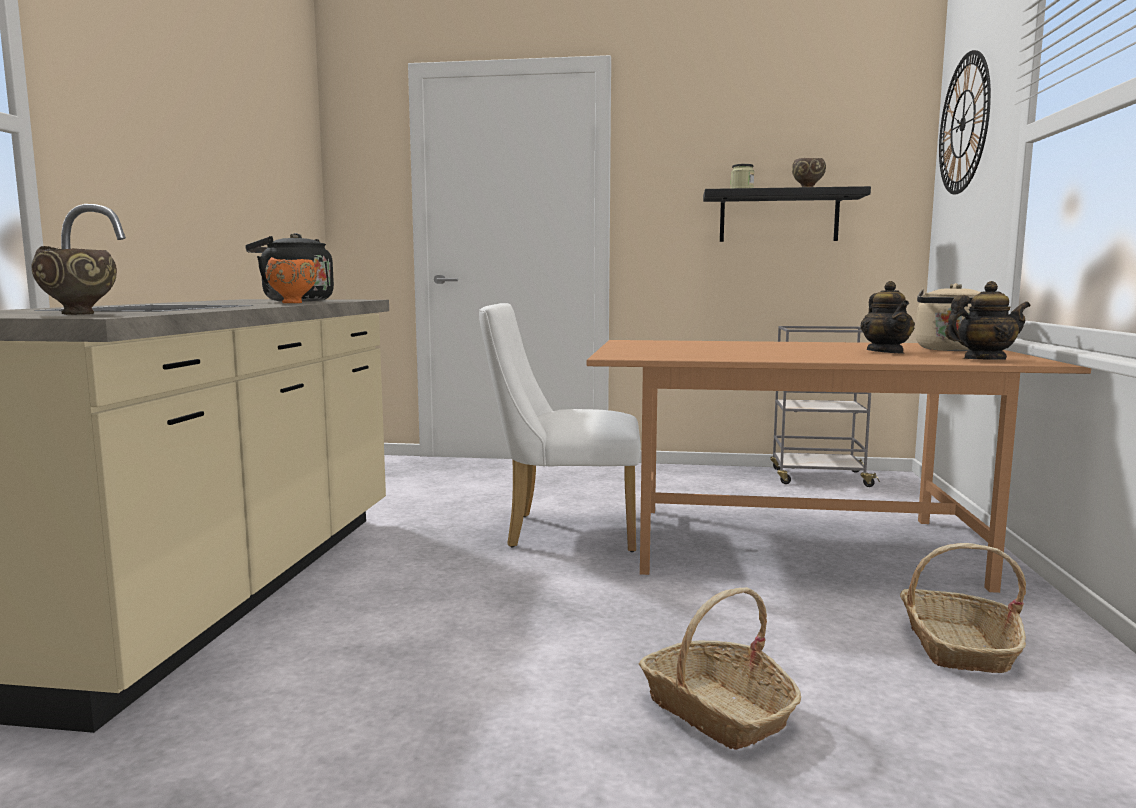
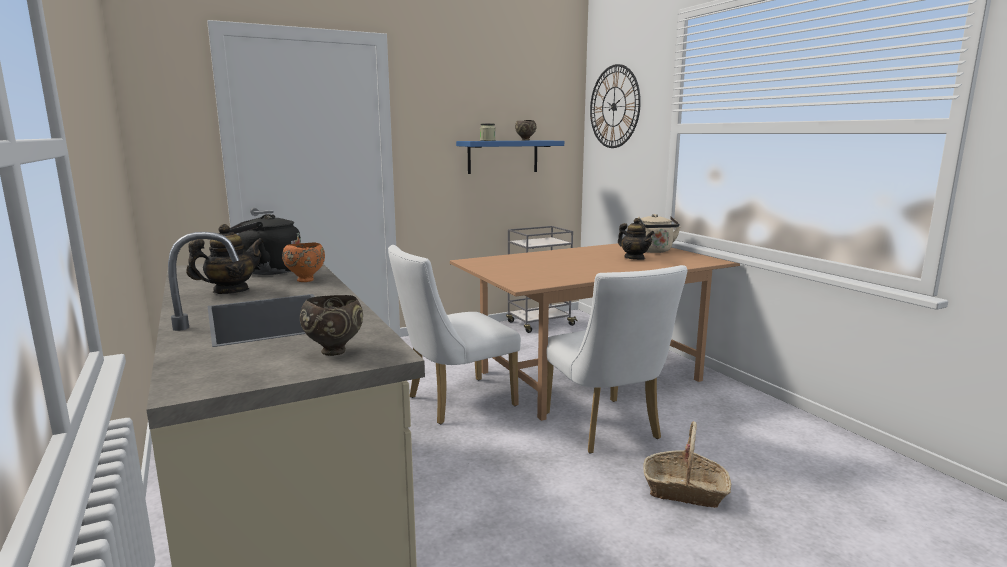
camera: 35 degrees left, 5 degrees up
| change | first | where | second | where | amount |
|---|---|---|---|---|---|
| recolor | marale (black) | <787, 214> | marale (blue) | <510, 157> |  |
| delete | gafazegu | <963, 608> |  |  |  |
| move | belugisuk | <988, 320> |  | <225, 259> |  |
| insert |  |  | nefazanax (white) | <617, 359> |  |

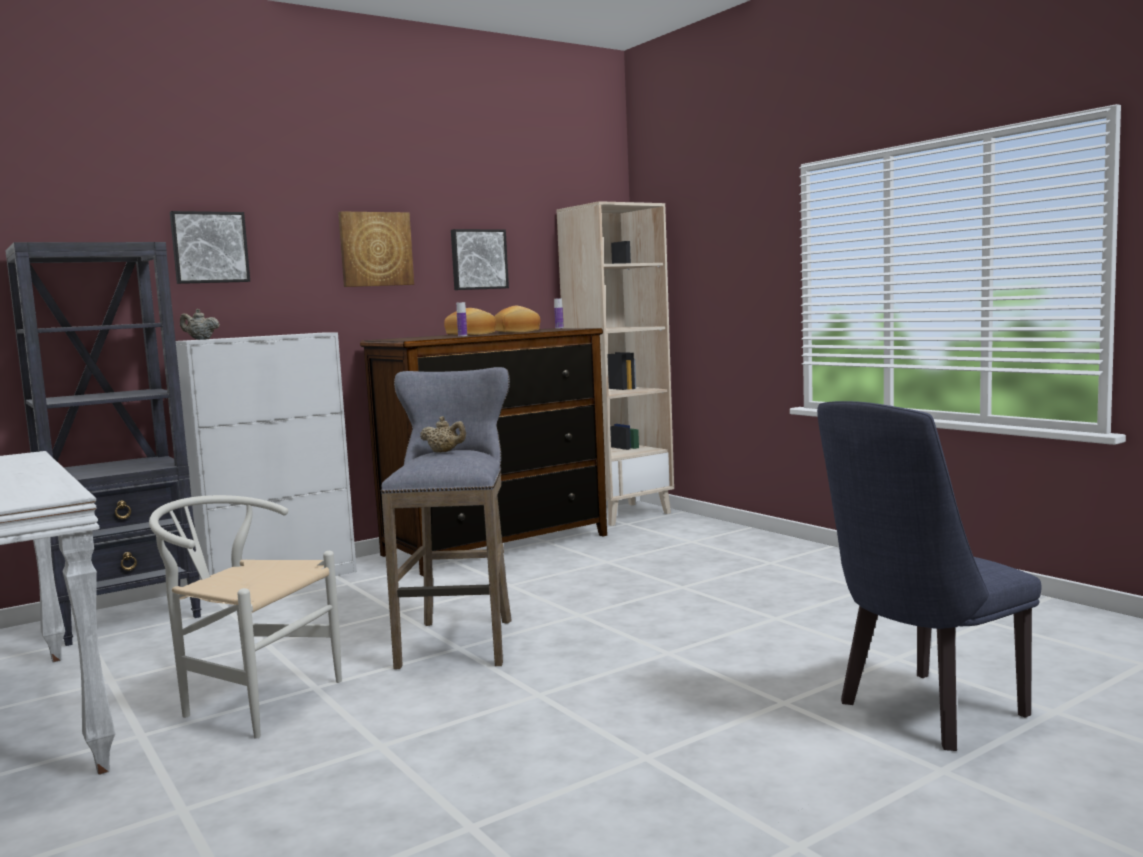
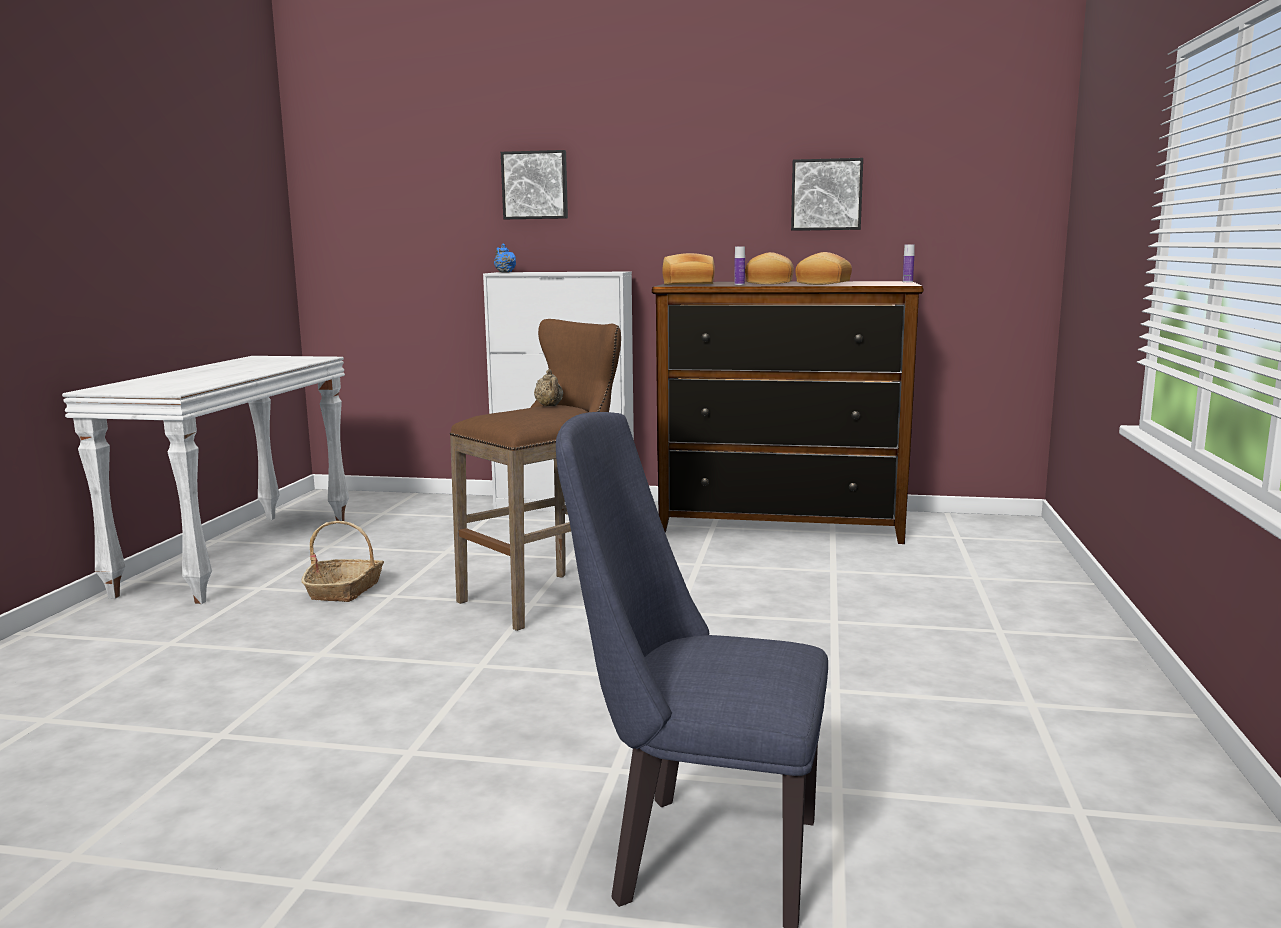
camera: 45 degrees right, 5 degrees up
| change | first | where | second | where | amount |
|---|---|---|---|---|---|
| delete | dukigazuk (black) | <103, 444> |  |  |  |
| replace | nefazanax (white) | <245, 617> | gafazegu | <342, 561> |  |
| recolor | belugisuk (beige) | <200, 324> | belugisuk (blue) | <505, 258> |  |
| delete | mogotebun | <376, 249> |  |  |  |
| recolor | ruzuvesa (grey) | <446, 518> | ruzuvesa (brown) | <535, 475> |  |
| delete | dukigazuk (beige) | <615, 363> |  |  |  |
| insert |  |  | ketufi | <688, 269> |  |

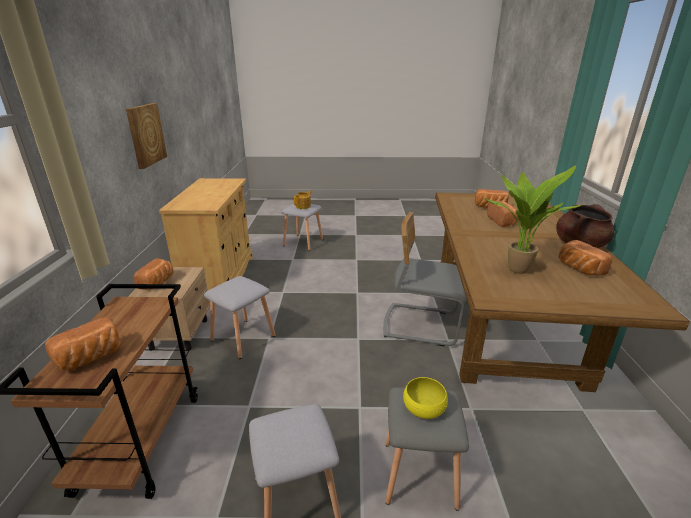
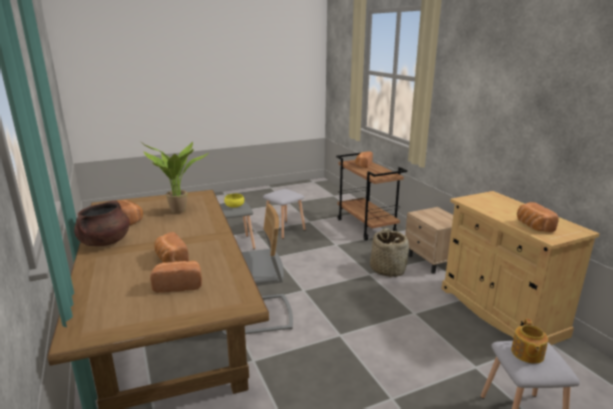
camera: 155 degrees right, 5 degrees down
| change | first | where | second | where | amount |
|---|---|---|---|---|---|
| delete | mogotebun | <146, 136> |  |  |  |
| move | ketufi | <153, 274> |  | <538, 217> |  |
| replace | ruzuvesa (grey) | <240, 317> | gafazegu | <389, 252> |  |

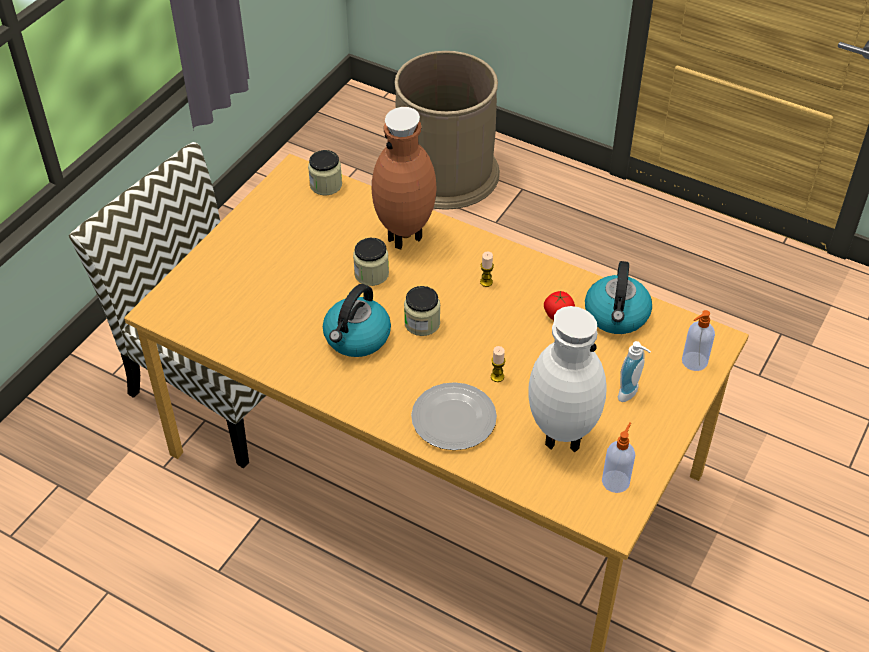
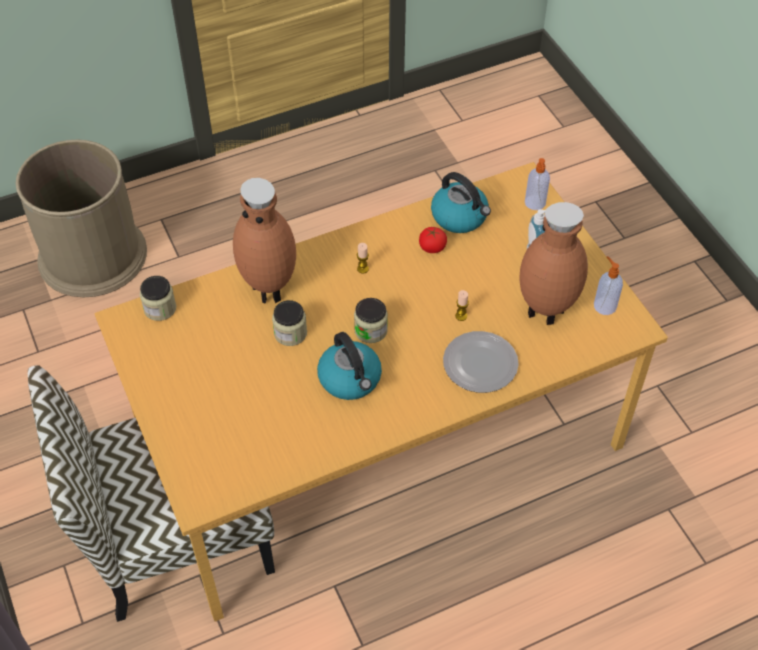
camera: 55 degrees left, 5 degrees up
| change | first | where | second | where | amount |
|---|---|---|---|---|---|
| recolor | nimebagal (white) | <567, 379> | nimebagal (brown) | <553, 263> |  |

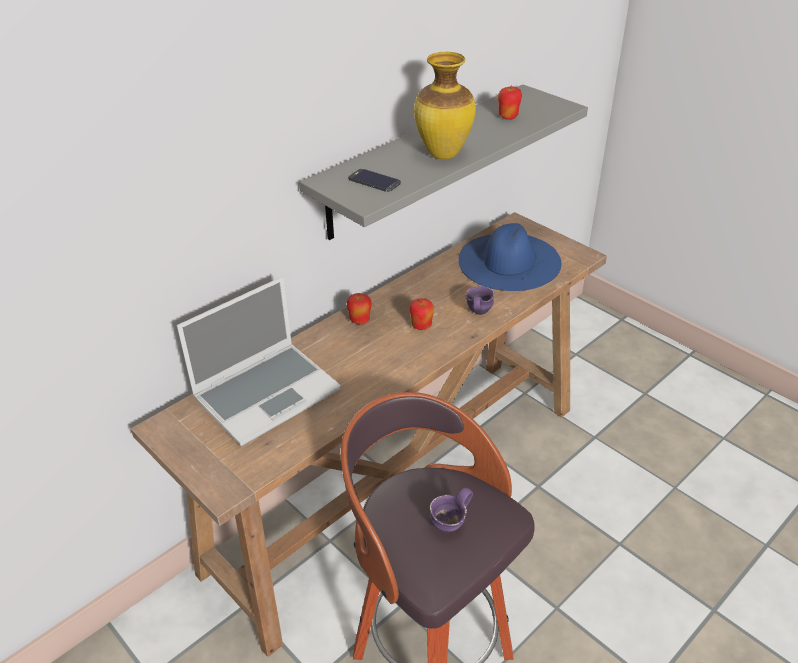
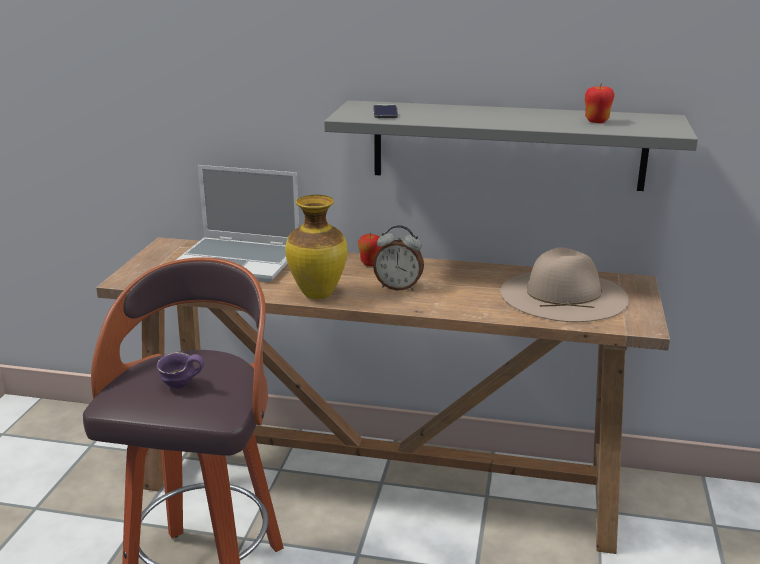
camera: 55 degrees right, 15 degrees down
| change | first | where | second | where | amount |
|---|---|---|---|---|---|
| replace | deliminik | <421, 314> | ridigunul | <398, 258> |  |
| move | nimebagal | <445, 105> |  | <316, 247> |  |
| recolor | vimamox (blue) | <510, 257> | vimamox (beige) | <564, 284> |  |
| delete | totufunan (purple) | <480, 300> |  |  |  |

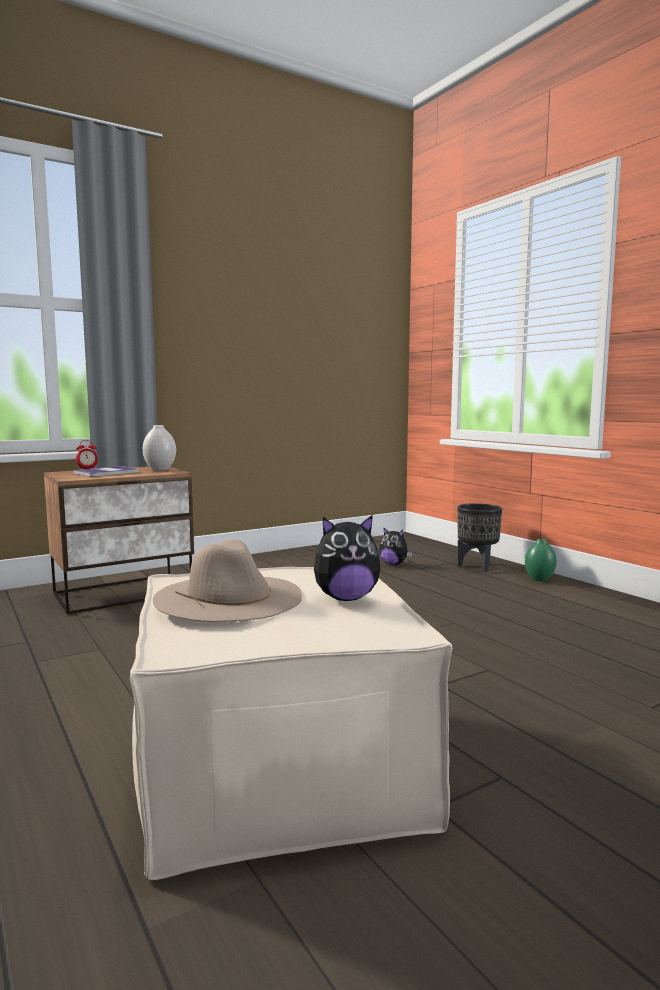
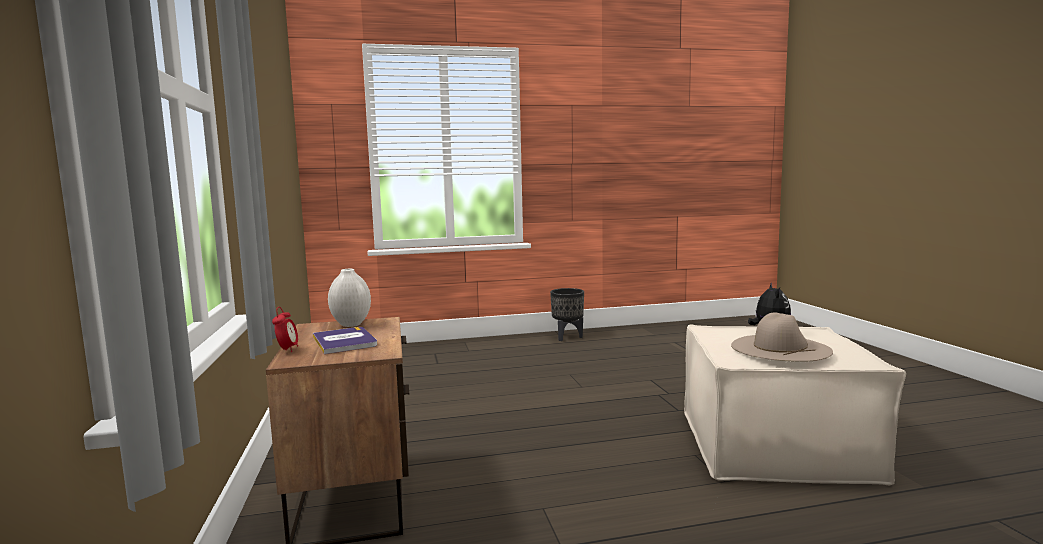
camera: 70 degrees left, 0 degrees up
| change | first | where | second | where | amount |
|---|---|---|---|---|---|
| delete | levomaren | <395, 546> |  |  |  |
| move | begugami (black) | <479, 537> |  | <567, 314> |  |
| delete | nimebagal (green) | <541, 560> |  |  |  |

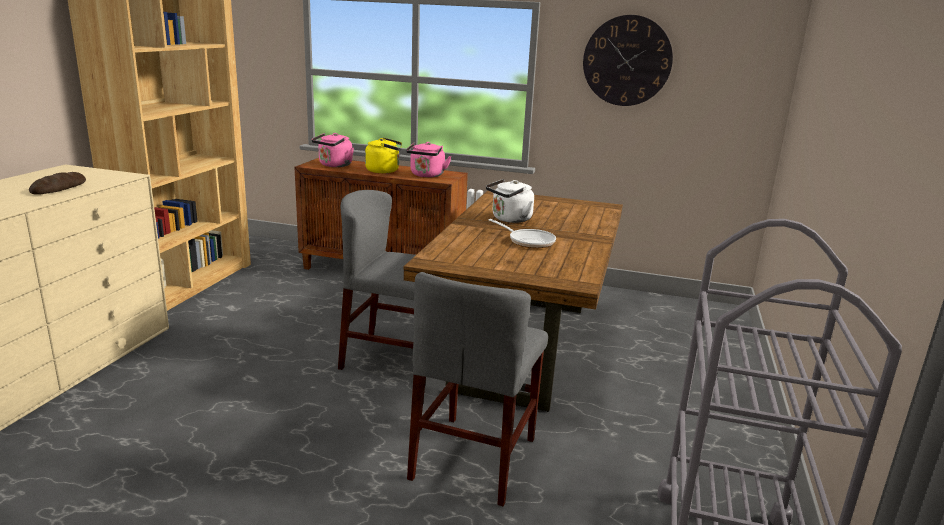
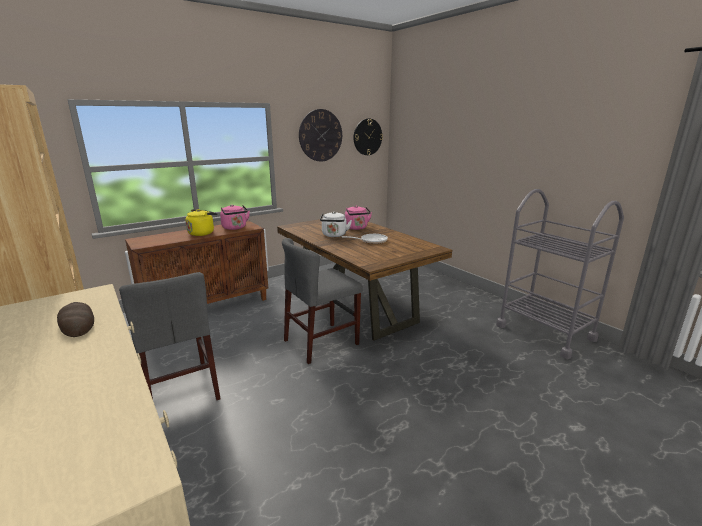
camera: 50 degrees left, 0 degrees up
| change | first | where | second | where | amount |
|---|---|---|---|---|---|
| move | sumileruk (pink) | <333, 150> |  | <358, 218> |  |
| move | nefazanax (grey) | <477, 389> |  | <170, 336> |  |
| insert |  |  | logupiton | <368, 137> |  |

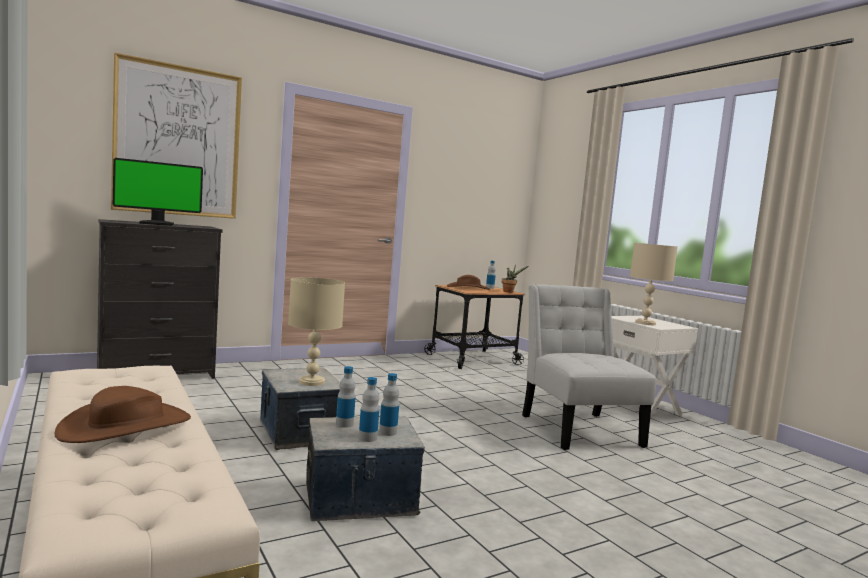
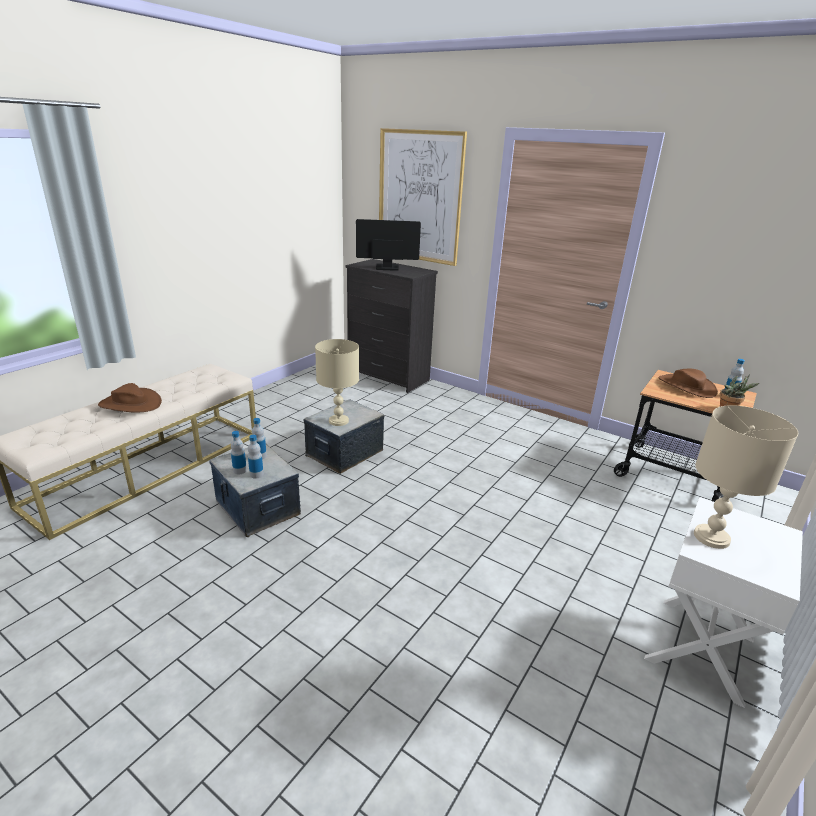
camera: 65 degrees right, 20 degrees up
| change | first | where | second | where | amount |
|---|---|---|---|---|---|
| rotate | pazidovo | <158, 192> |  | <388, 245> | 135 degrees clockwise |
| delete | nefazanax (white) | <589, 367> |  |  |  |

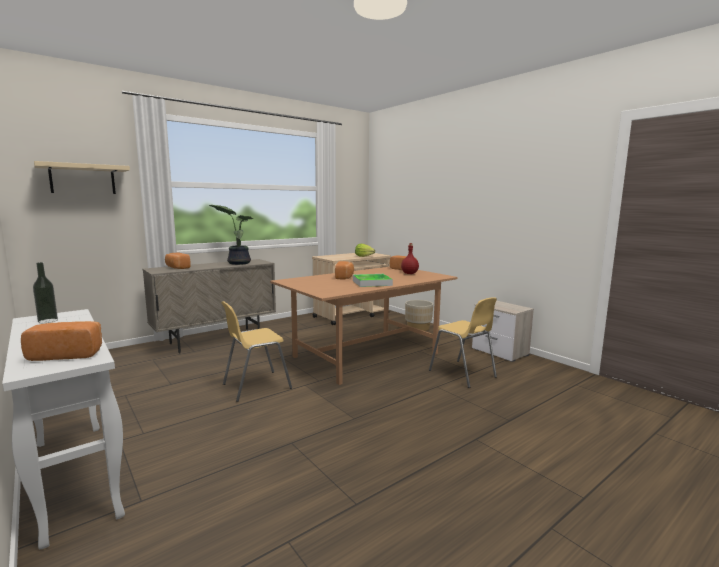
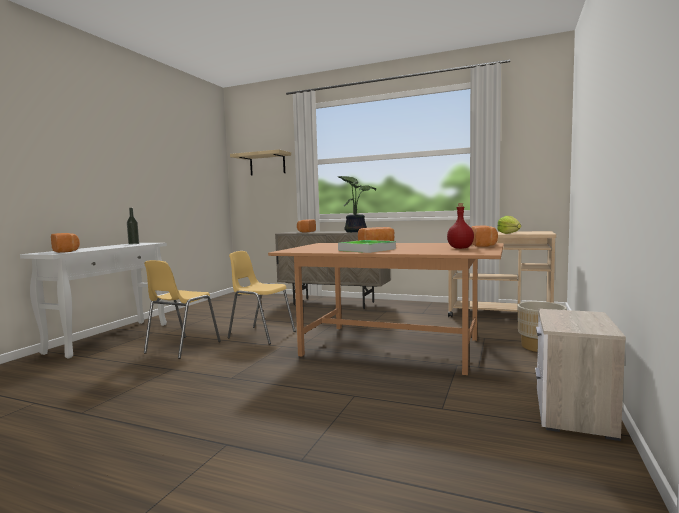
camera: 60 degrees right, 5 degrees down
| change | first | where | second | where | amount |
|---|---|---|---|---|---|
| move | nefazanax (yellow) | <463, 342> |  | <182, 309> |  |

